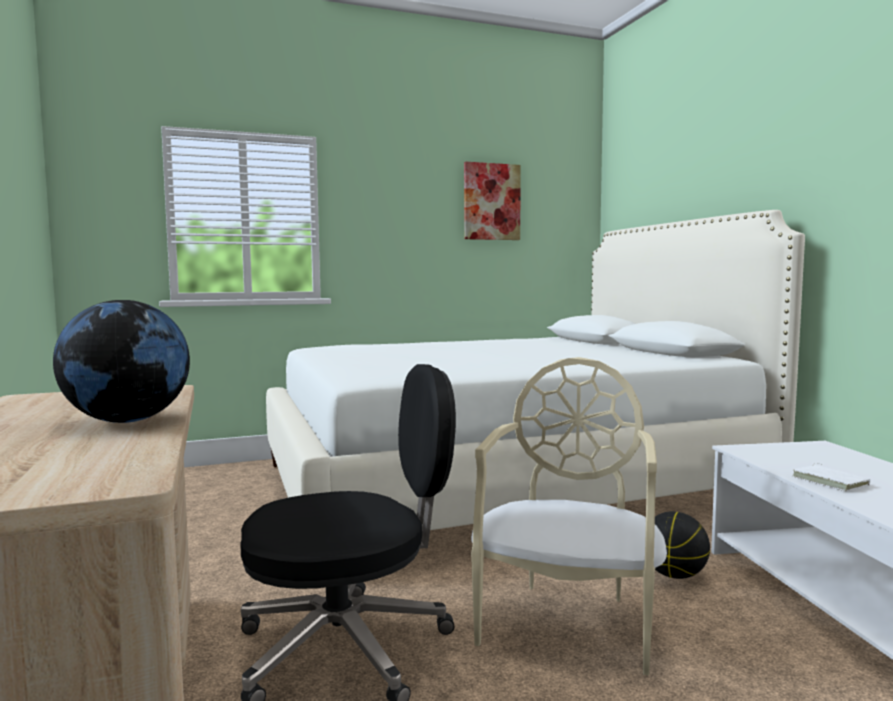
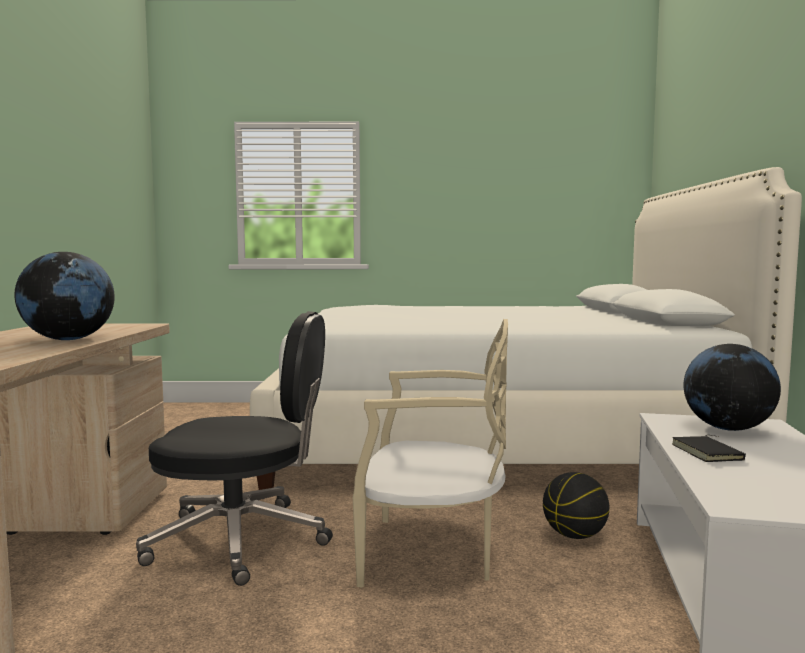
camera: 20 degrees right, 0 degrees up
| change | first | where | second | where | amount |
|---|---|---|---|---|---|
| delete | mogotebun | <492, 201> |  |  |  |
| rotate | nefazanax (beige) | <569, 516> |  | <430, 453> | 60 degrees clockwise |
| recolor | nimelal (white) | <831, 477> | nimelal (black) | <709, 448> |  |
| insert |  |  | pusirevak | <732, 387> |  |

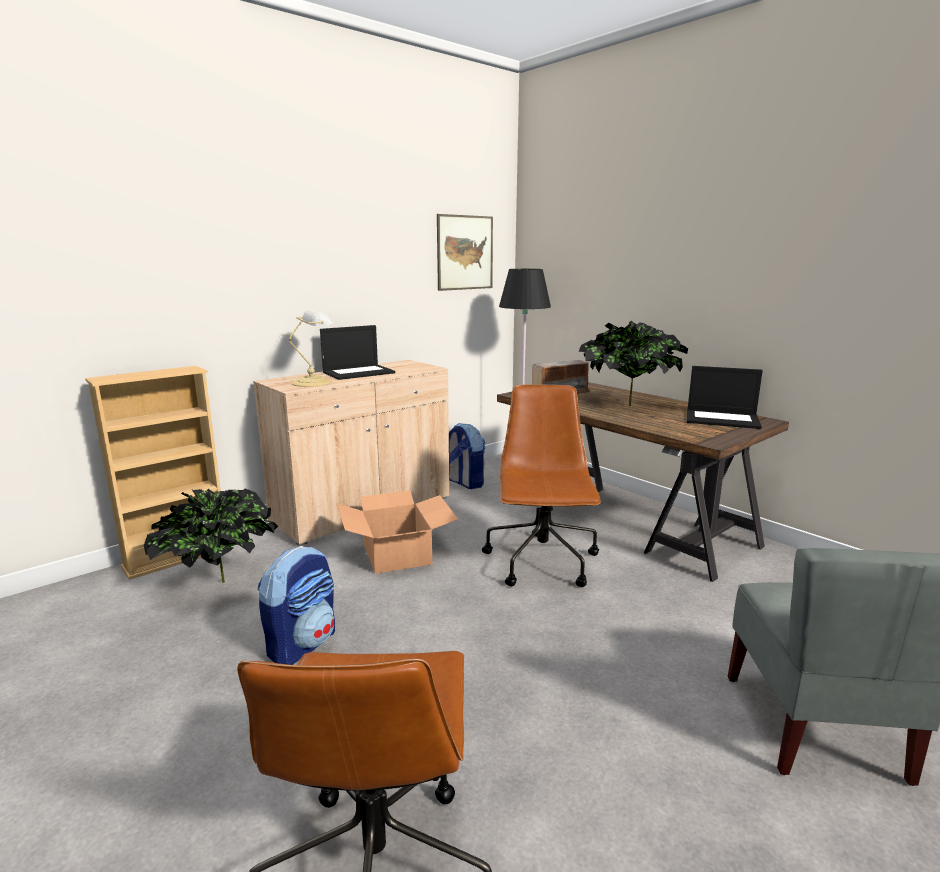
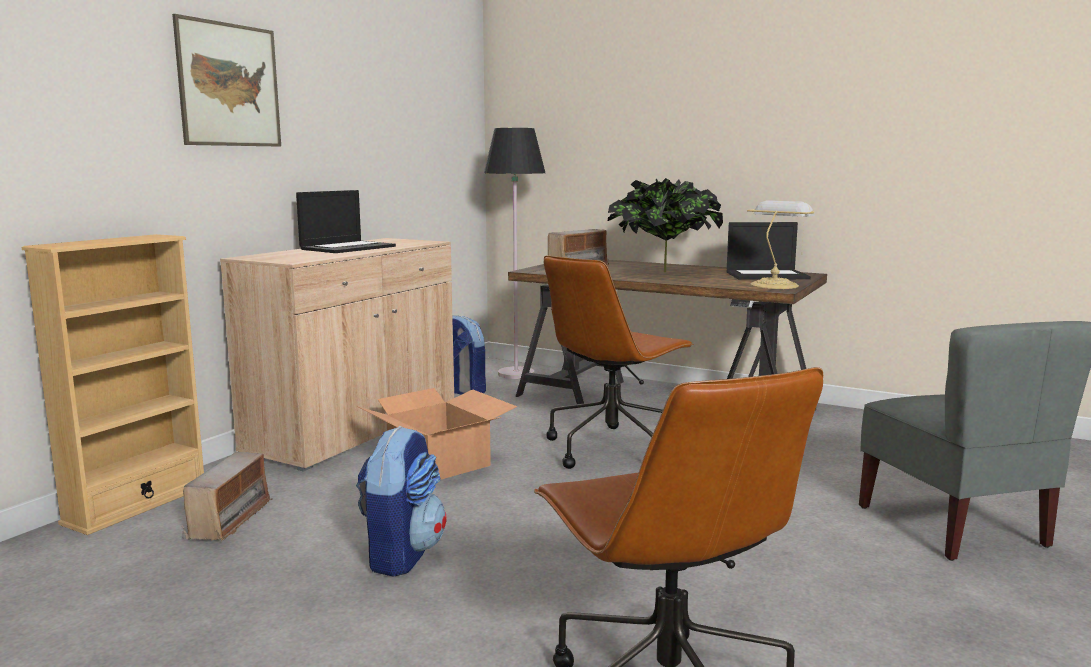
camera: 20 degrees left, 5 degrees down
| change | first | where | second | where | amount |
|---|---|---|---|---|---|
| replace | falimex | <211, 536> | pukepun | <227, 497> |  |
| move | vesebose | <311, 348> |  | <781, 244> |  |
| move | mogotebun | <465, 252> |  | <226, 80> |  |
| rotate | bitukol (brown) | <541, 486> |  | <619, 362> | 120 degrees counterclockwise |

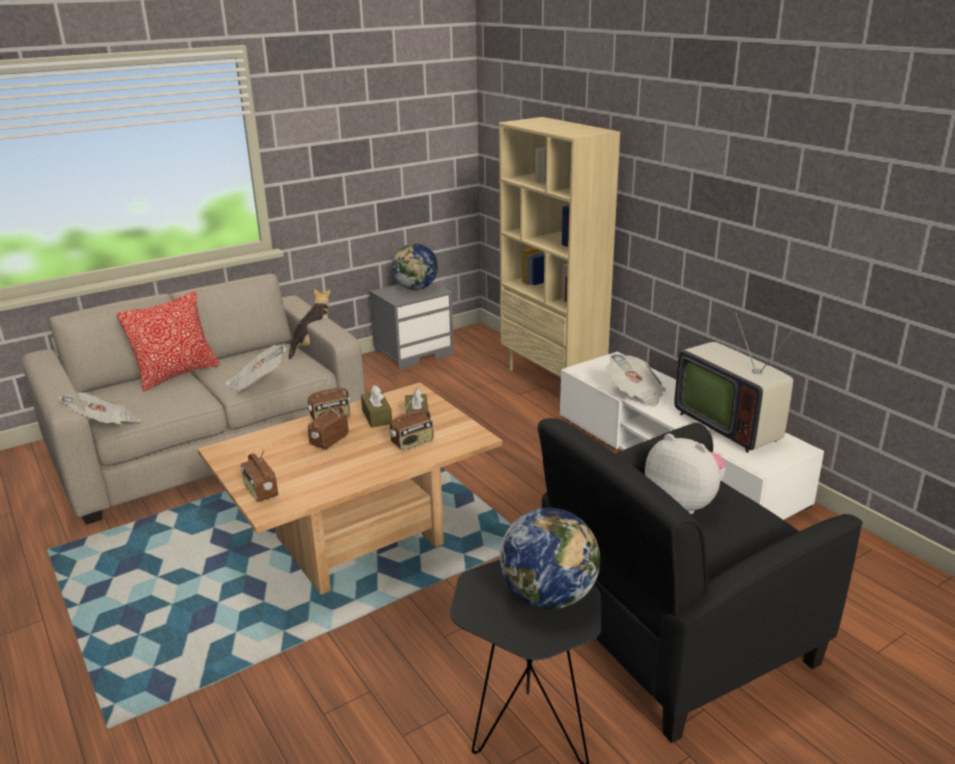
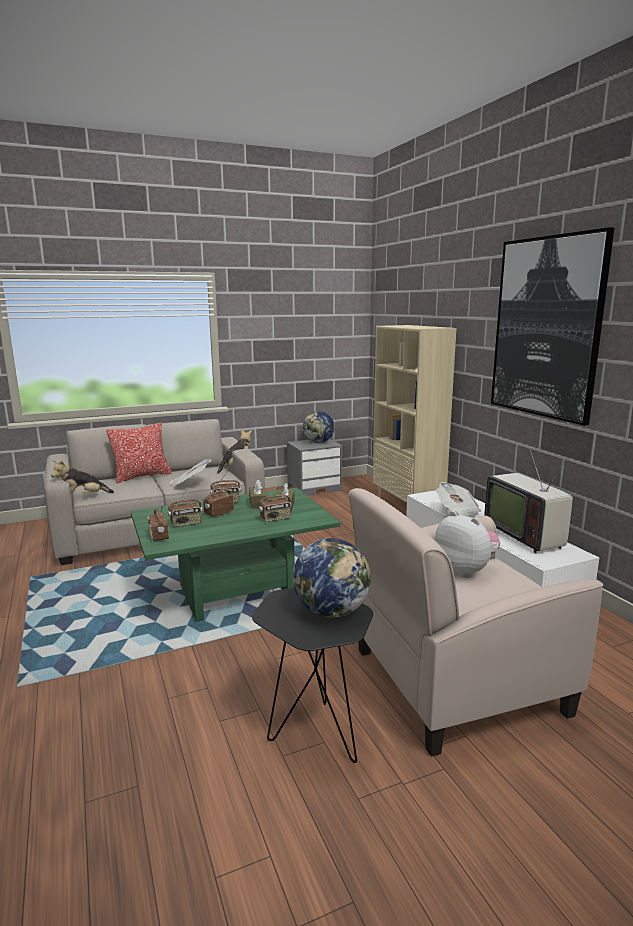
camera: 10 degrees right, 10 degrees down
| change | first | where | second | where | amount |
|---|---|---|---|---|---|
| replace | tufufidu | <100, 408> | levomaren | <82, 476> |  |
| recolor | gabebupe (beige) | <350, 489> | gabebupe (green) | <235, 555> |  |
| recolor | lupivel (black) | <700, 580> | lupivel (beige) | <475, 622> |  |
| insert |  |  | pukepun | <185, 508> |  |
| insert |  |  | mogotebun | <552, 326> |  |

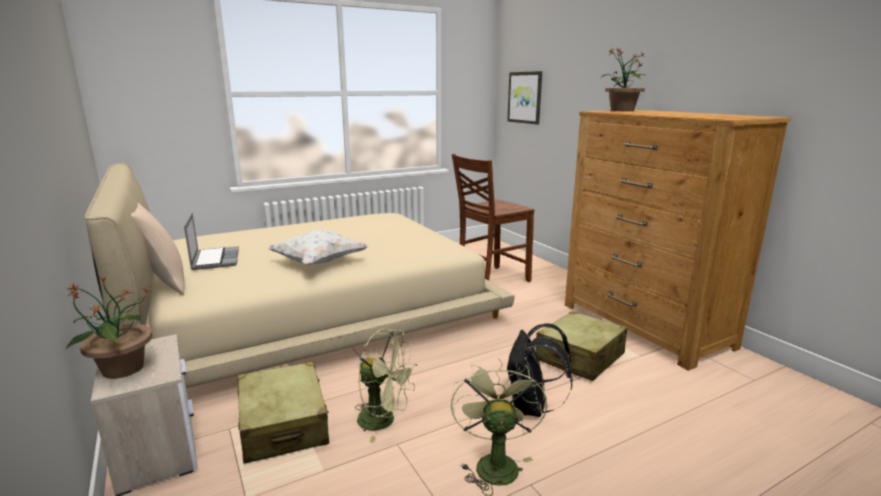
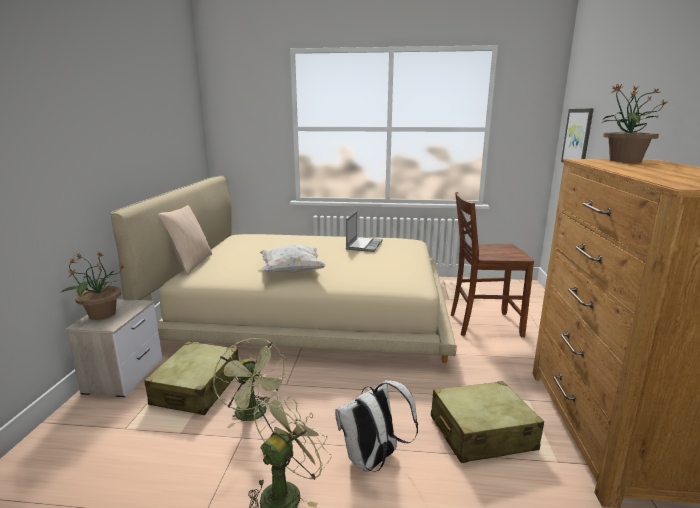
camera: 35 degrees right, 0 degrees up
| change | first | where | second | where | amount |
|---|---|---|---|---|---|
| move | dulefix | <211, 241> |  | <364, 231> |  |
| recolor | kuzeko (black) | <539, 370> | kuzeko (white) | <376, 426> |  |

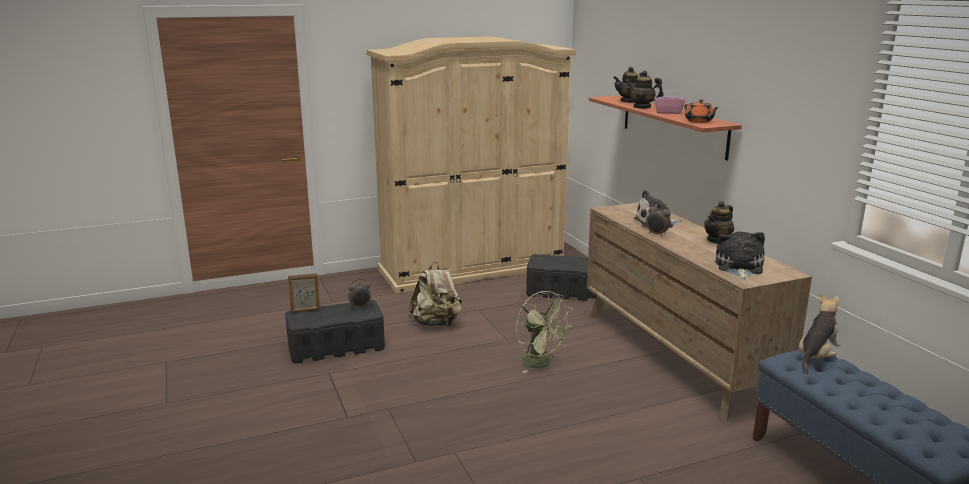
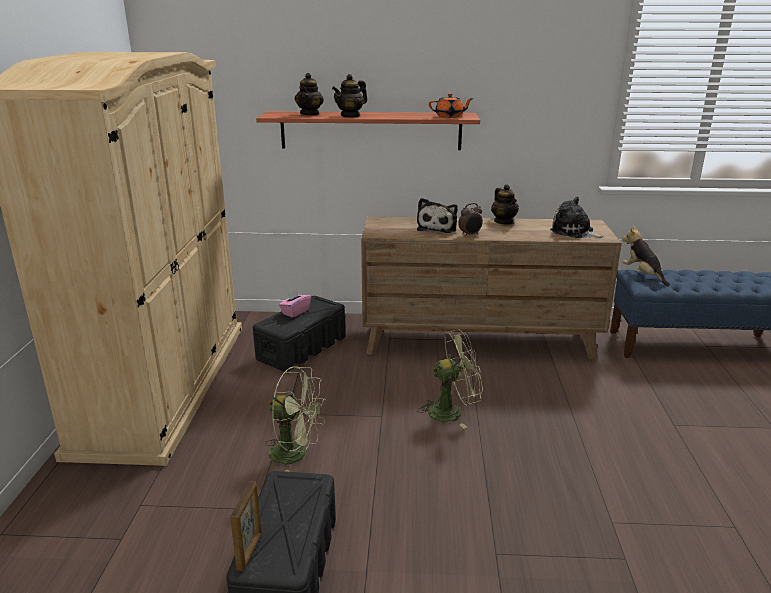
camera: 65 degrees left, 5 degrees up
| change | first | where | second | where | amount |
|---|---|---|---|---|---|
| delete | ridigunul | <359, 294> |  |  |  |
| replace | kuzeko (beige) | <435, 293> | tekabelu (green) | <295, 419> |  |
| move | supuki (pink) | <670, 102> |  | <295, 303> |  |

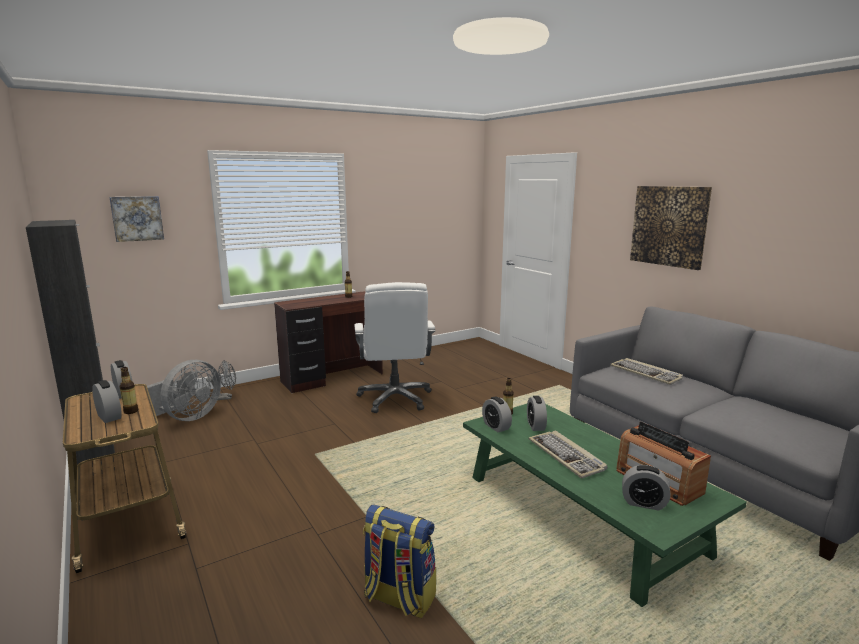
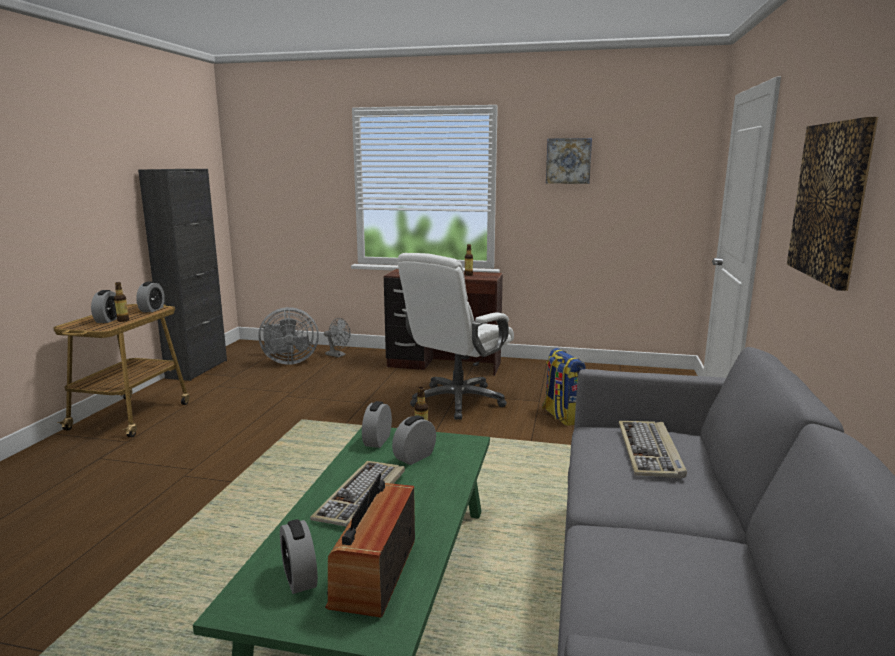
camera: 45 degrees right, 0 degrees up
| change | first | where | second | where | amount |
|---|---|---|---|---|---|
| move | mogotebun | <136, 219> |  | <569, 161> |  |
| move | kuzeko | <399, 561> |  | <564, 387> |  |

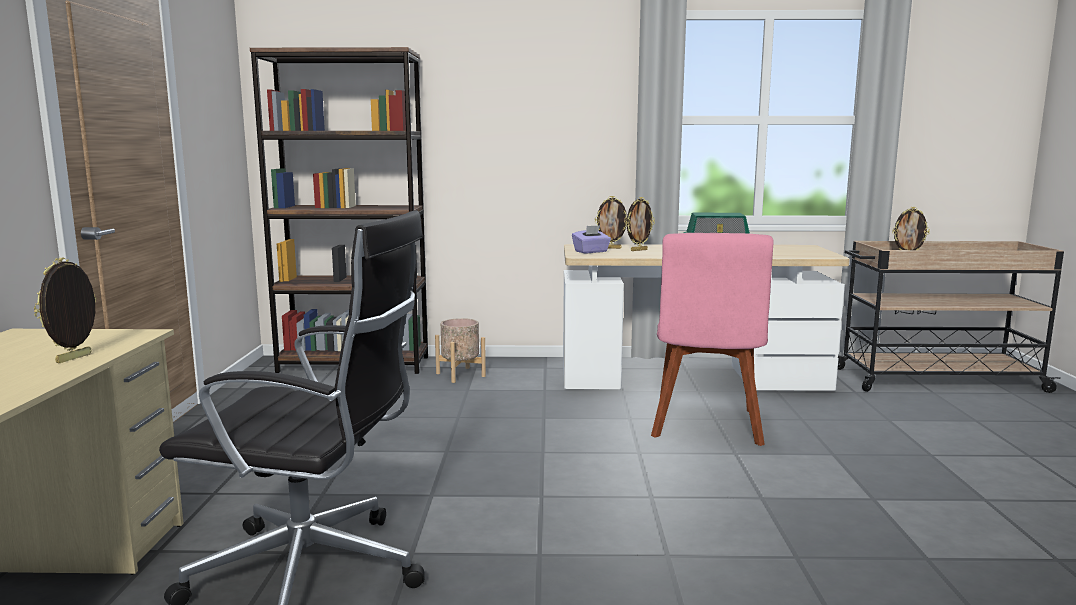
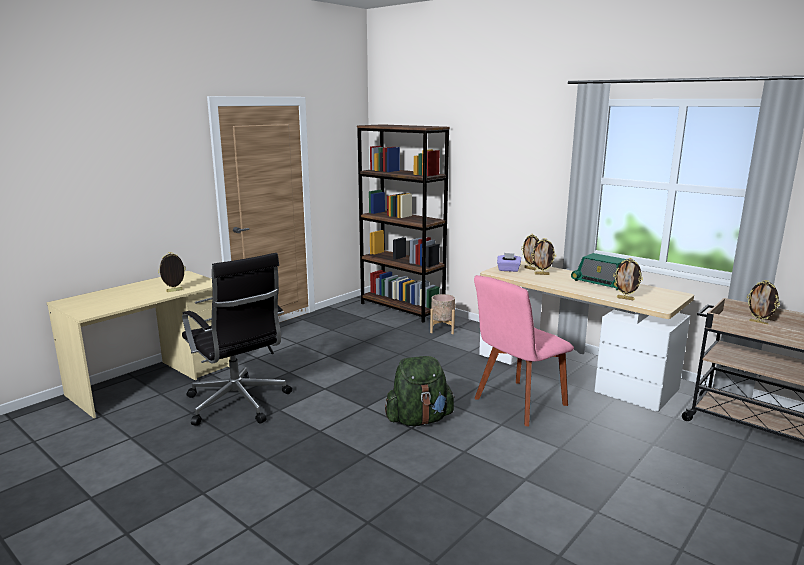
camera: 40 degrees right, 5 degrees up
| change | first | where | second | where | amount |
|---|---|---|---|---|---|
| insert |  |  | kuzeko (green) | <420, 391> |  |
| insert |  |  | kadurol | <628, 279> |  |

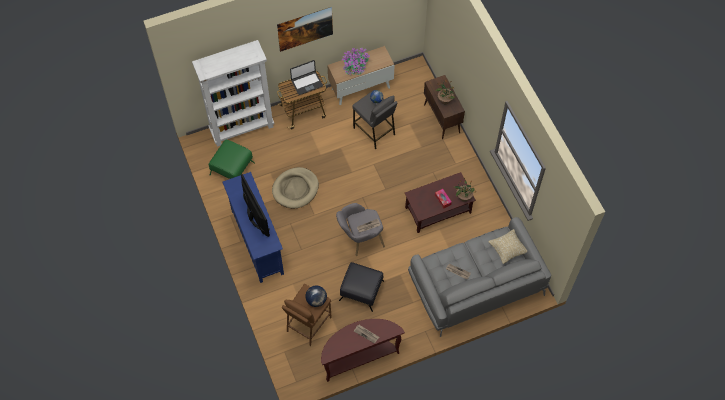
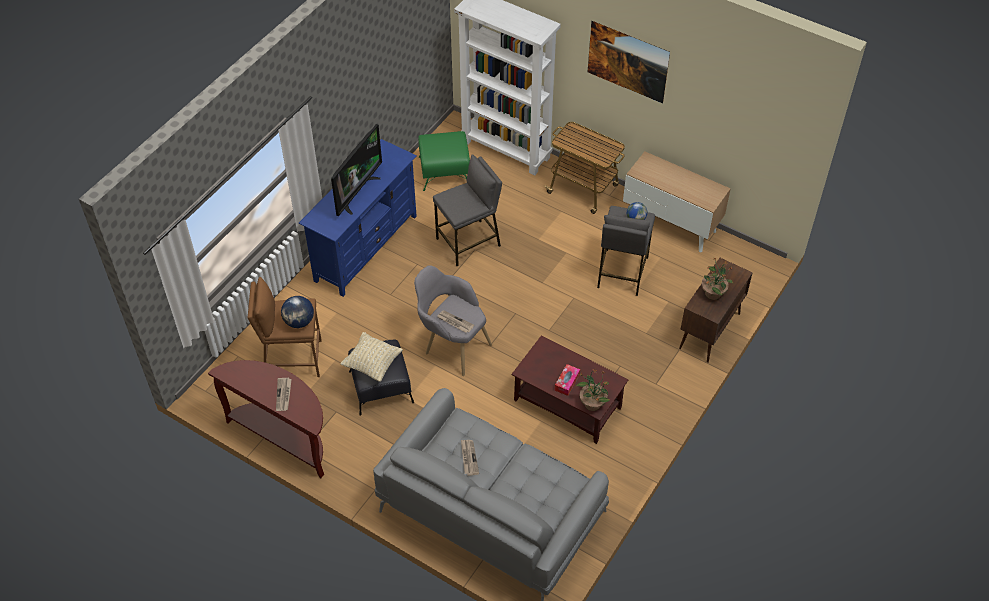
camera: 55 degrees right, 10 degrees down
| change | first | where | second | where | amount |
|---|---|---|---|---|---|
| replace | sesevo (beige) | <295, 187> | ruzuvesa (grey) | <467, 210> |  |
| delete | dulefix | <306, 77> |  |  |  |
| delete | falimex | <356, 61> |  |  |  |
| move | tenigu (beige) | <507, 246> |  | <371, 357> |  |

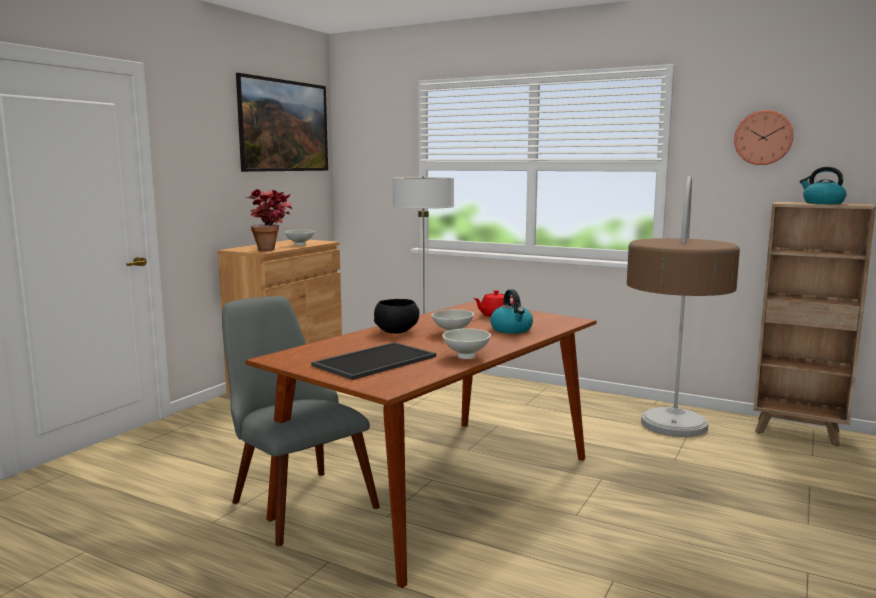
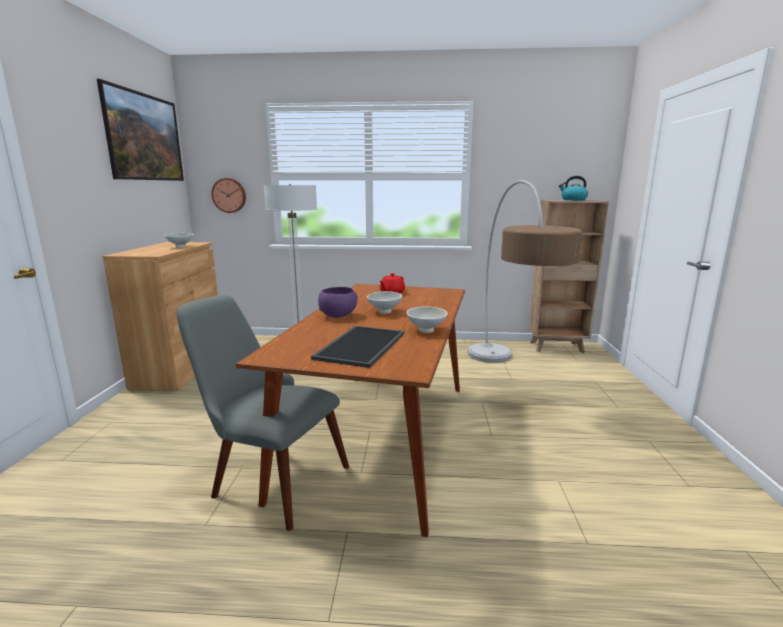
camera: 25 degrees left, 5 degrees up
| change | first | where | second | where | amount |
|---|---|---|---|---|---|
| delete | falimex | <268, 220> |  |  |  |
| recolor | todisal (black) | <396, 316> | todisal (purple) | <338, 302> |  |
| delete | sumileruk | <511, 311> |  |  |  |
| move | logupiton | <764, 137> |  | <228, 195> |  |

